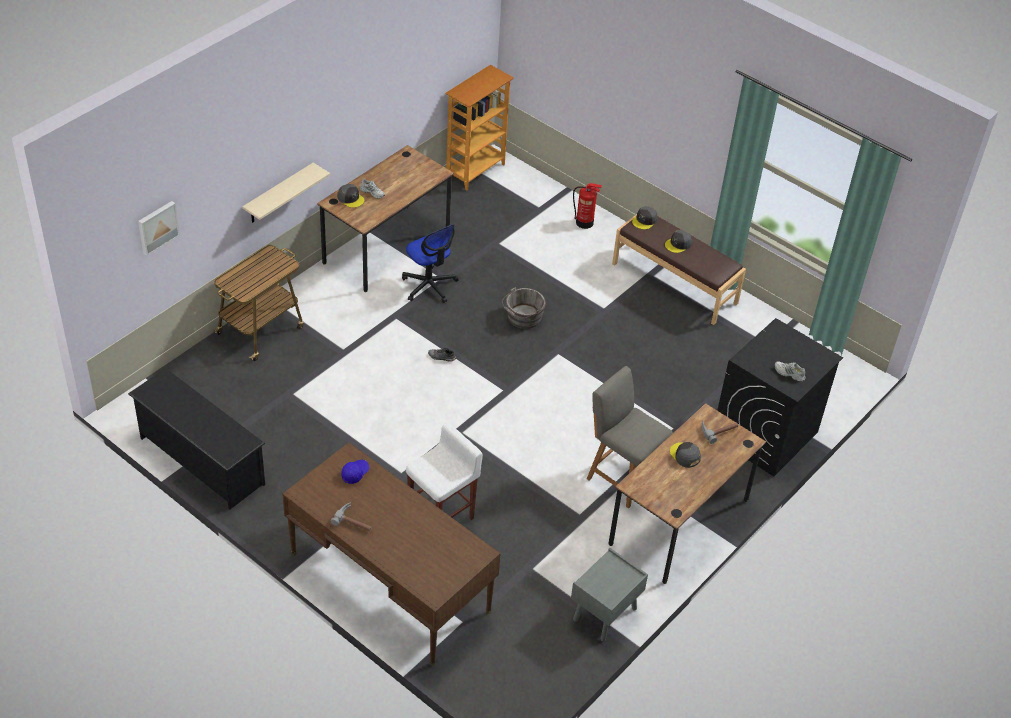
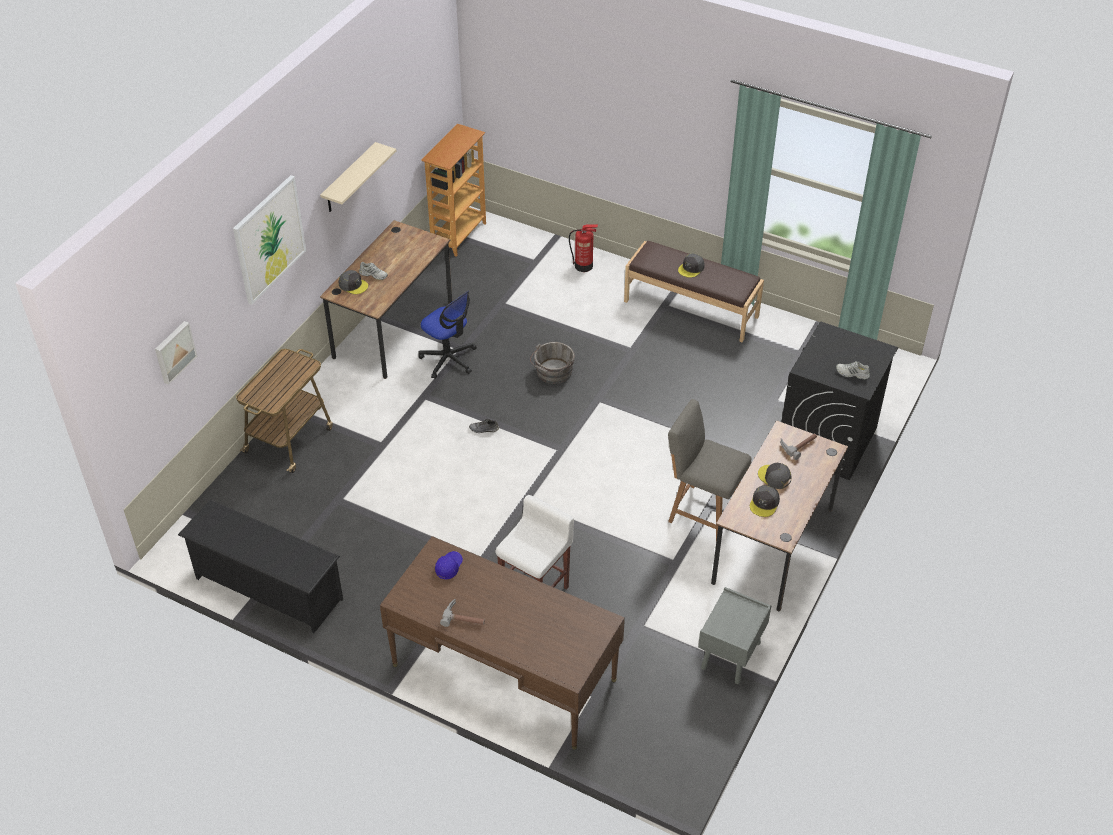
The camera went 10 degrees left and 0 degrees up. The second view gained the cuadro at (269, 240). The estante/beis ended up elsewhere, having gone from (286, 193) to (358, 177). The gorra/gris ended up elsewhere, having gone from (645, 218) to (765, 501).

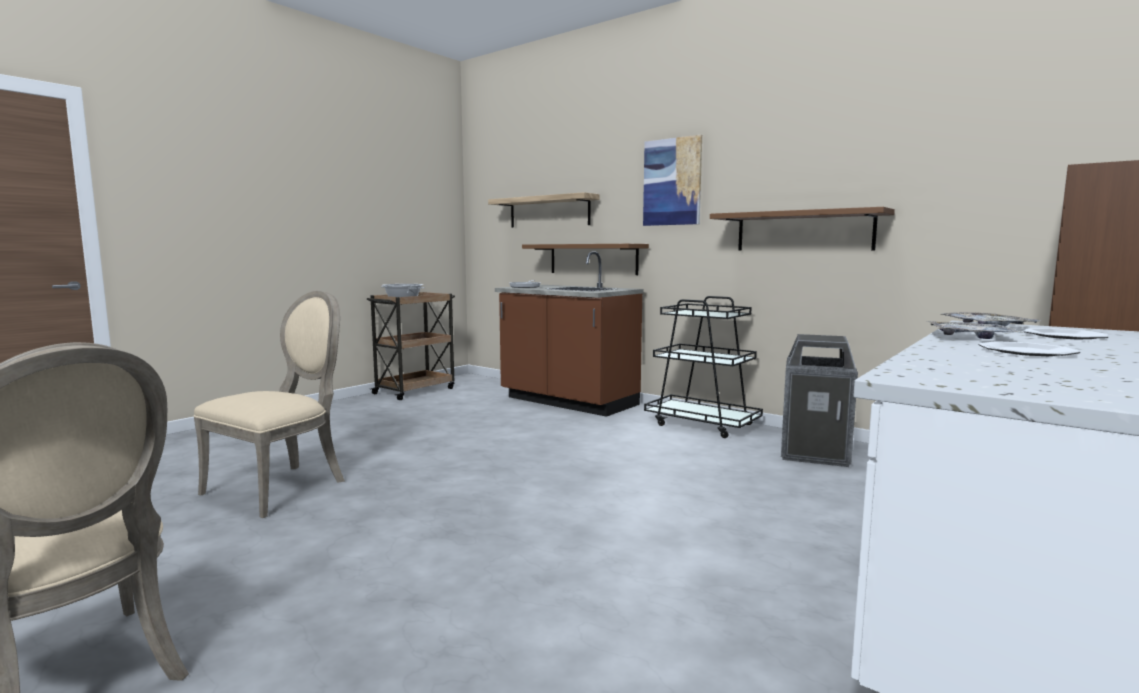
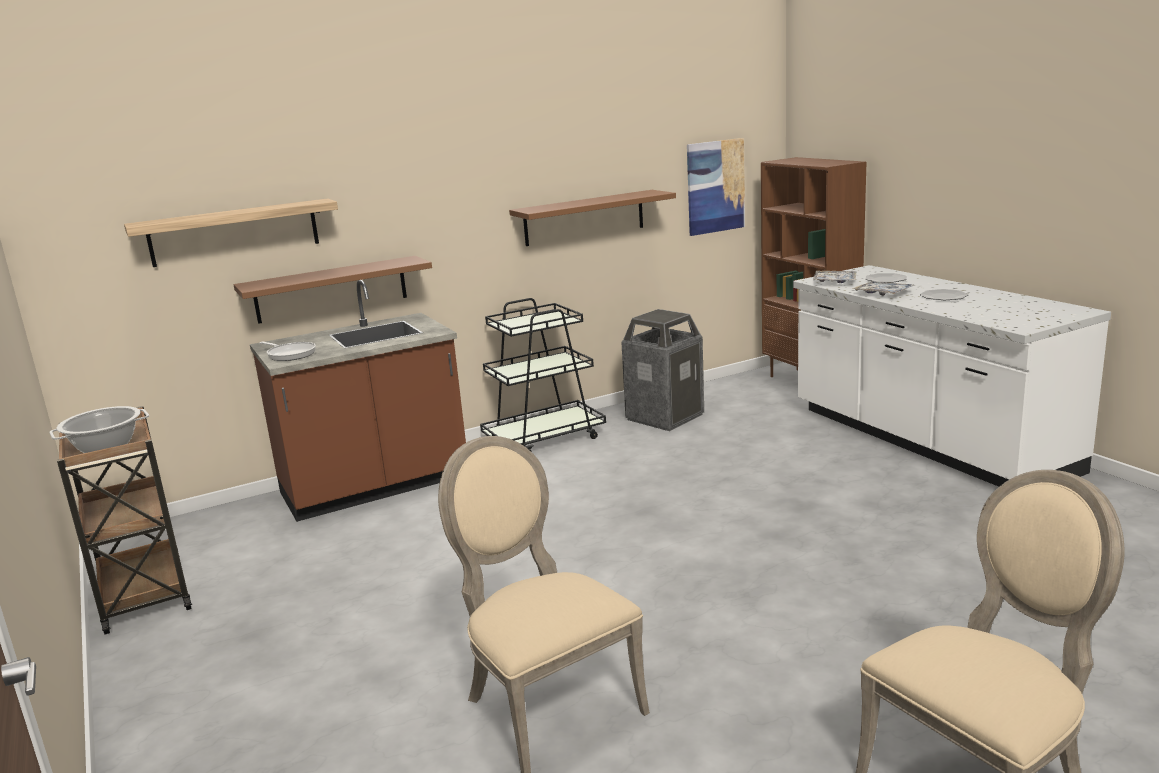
The camera went 65 degrees left and 10 degrees up. The cuadro ended up elsewhere, having gone from (672, 180) to (716, 187).

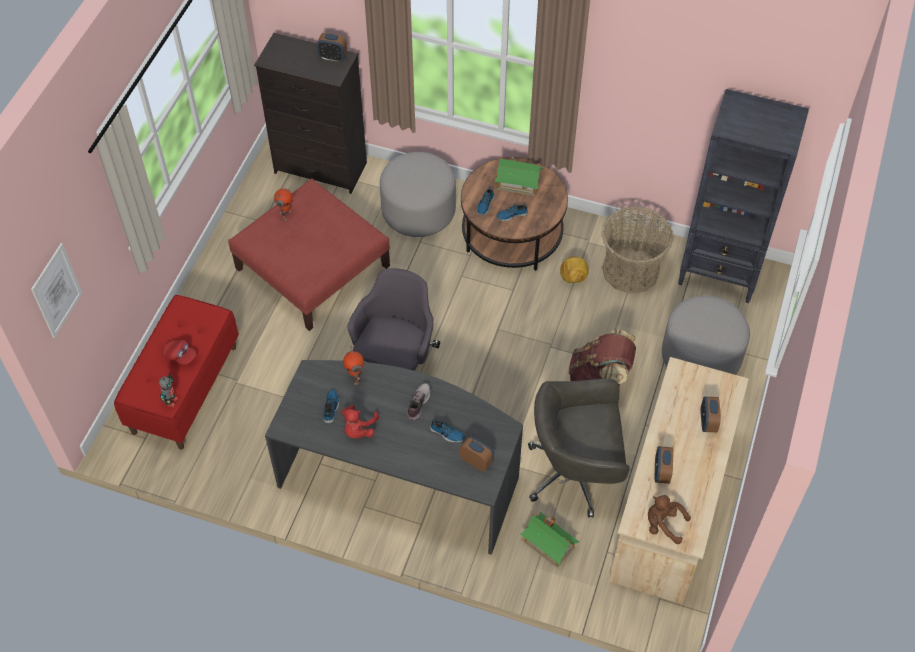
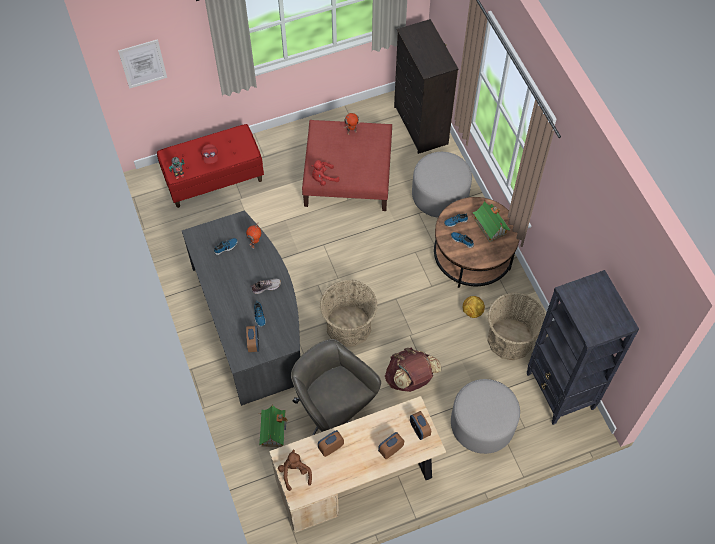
The camera went 50 degrees right and 5 degrees up. The second view lost the silla de oficina/gris at (393, 319). The second view gained the cesta at (348, 313). The despertador ended up elsewhere, having gone from (332, 48) to (420, 425). The peluche/rojo ended up elsewhere, having gone from (360, 422) to (325, 173).

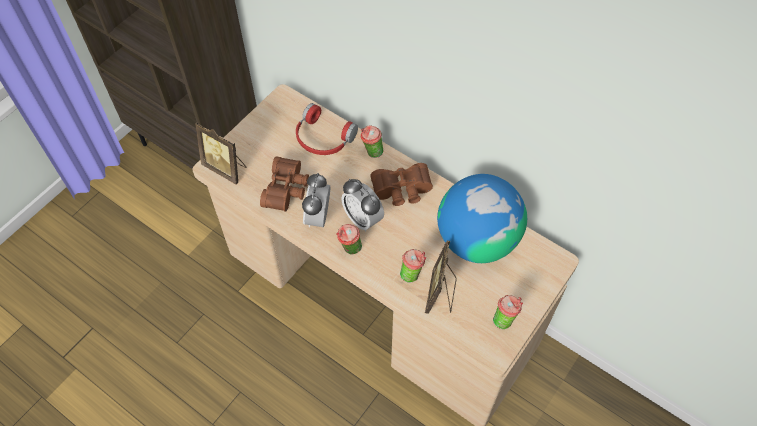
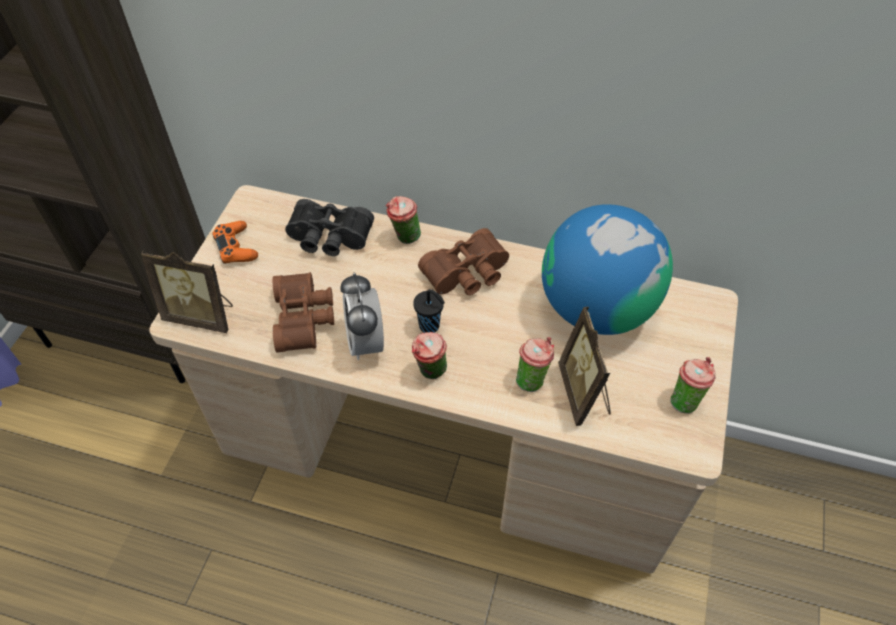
The camera went 20 degrees left and 5 degrees down. The second view gained the mando de consola/naranja at (235, 242). Where the auriculares/rojo stood at (327, 129), the prismáticos/negro came to stand at (329, 227). Where the despertador stood at (362, 205), the taza/negro came to stand at (429, 311).

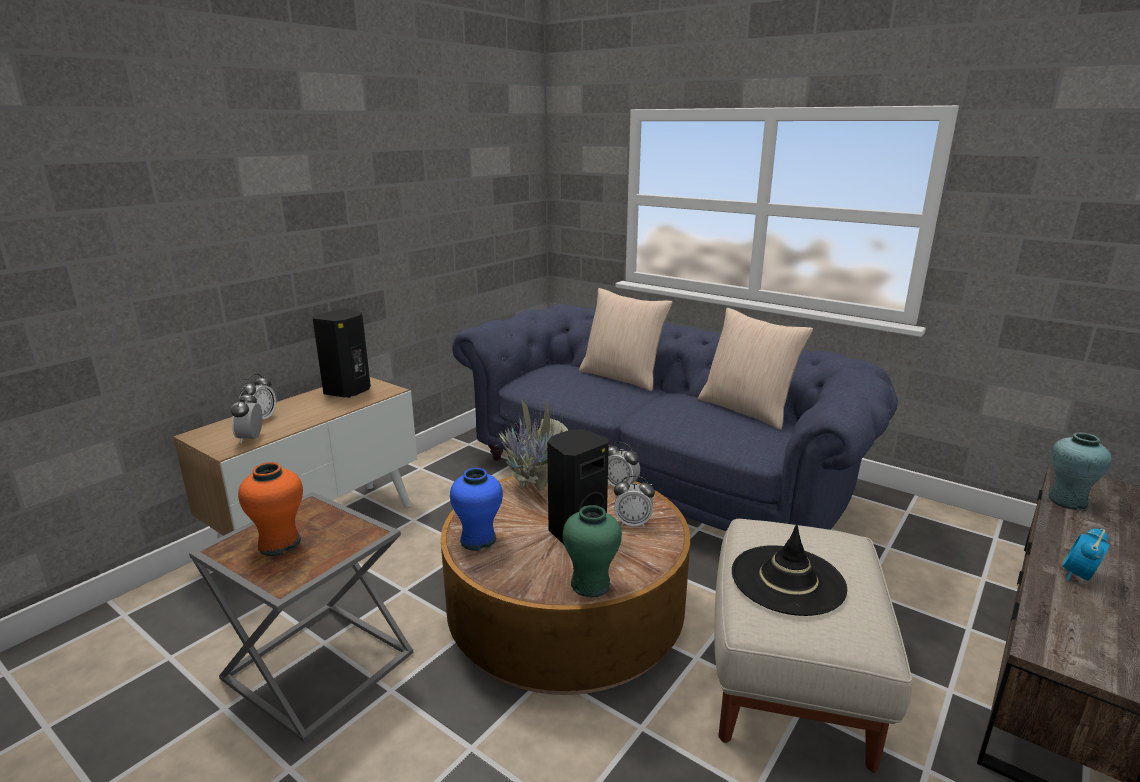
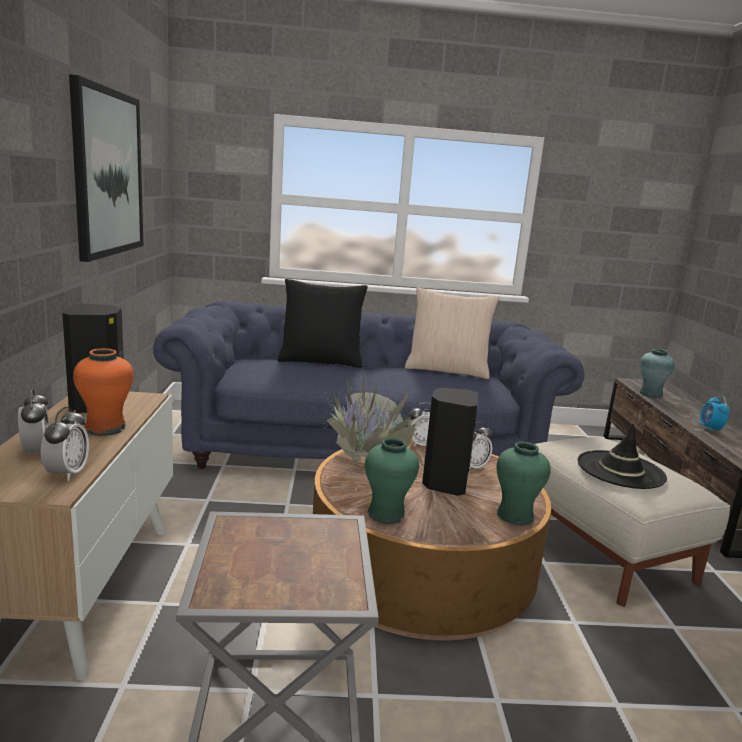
The camera went 40 degrees left and 5 degrees down. The second view gained the cuadro at (106, 168). The florero/naranja ended up elsewhere, having gone from (270, 509) to (103, 392). What was the florero/azul at (476, 509) turned into the florero/verde at (392, 481). What was the cojín/beis at (626, 339) turned into the cojín/negro at (322, 323). The despertador at (247, 417) ended up facing another way, 135 degrees counterclockwise from before.

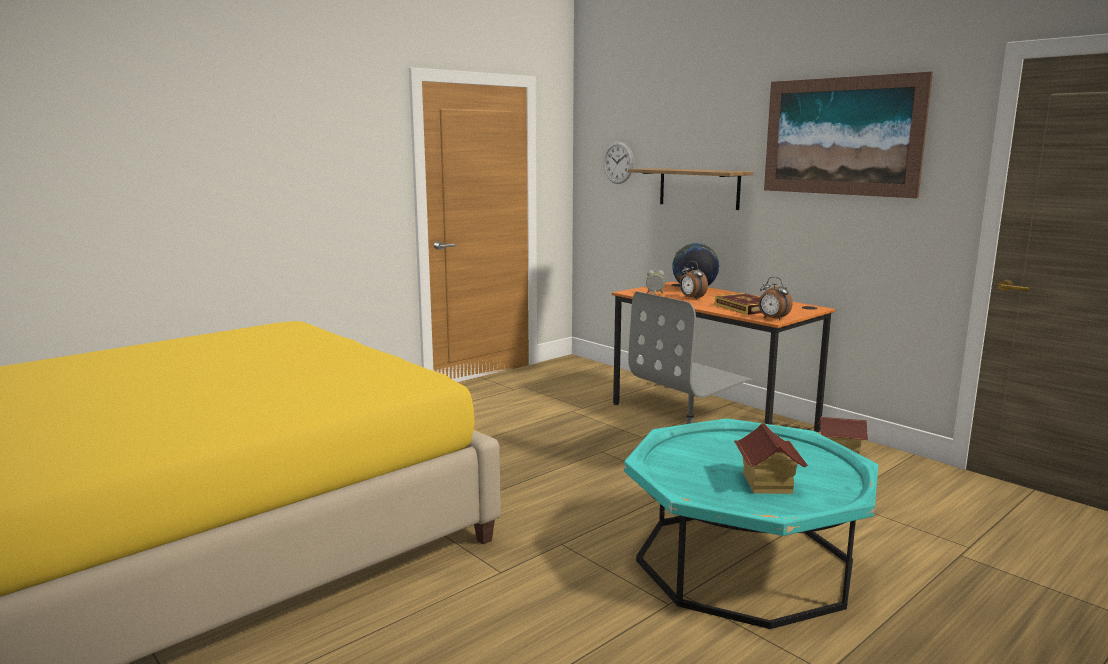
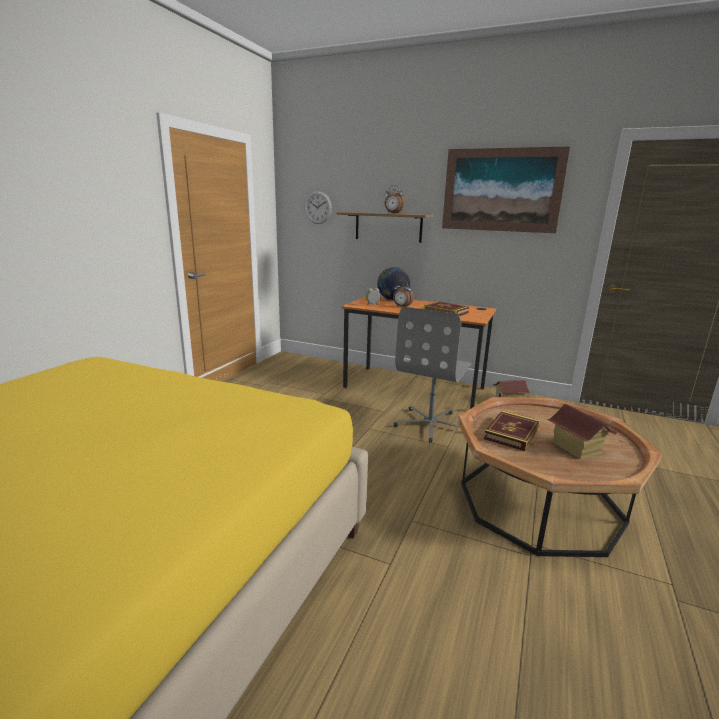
The camera went 25 degrees left and 5 degrees up. The second view gained the libro at (512, 431). The despertador ended up elsewhere, having gone from (776, 298) to (395, 199). What was the mesa de centro/turquesa at (751, 523) turned into the mesa de centro/marrón at (560, 477).

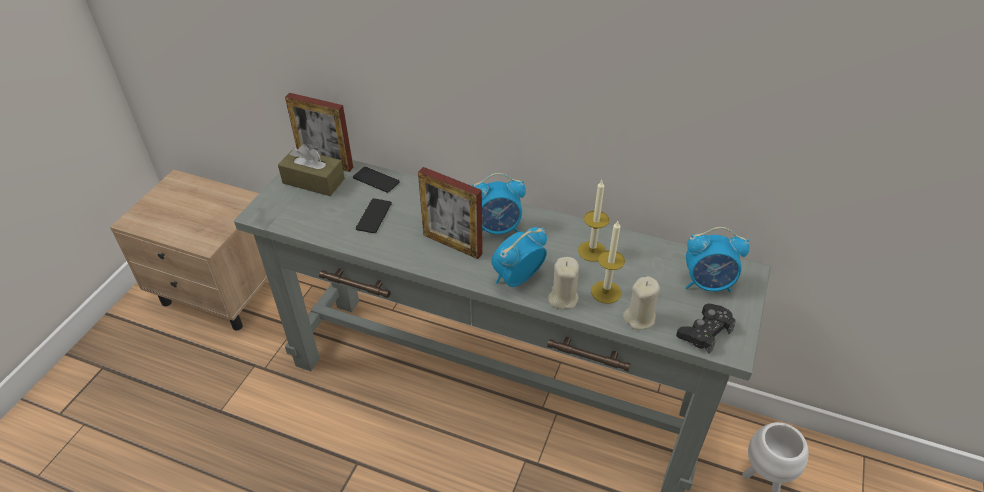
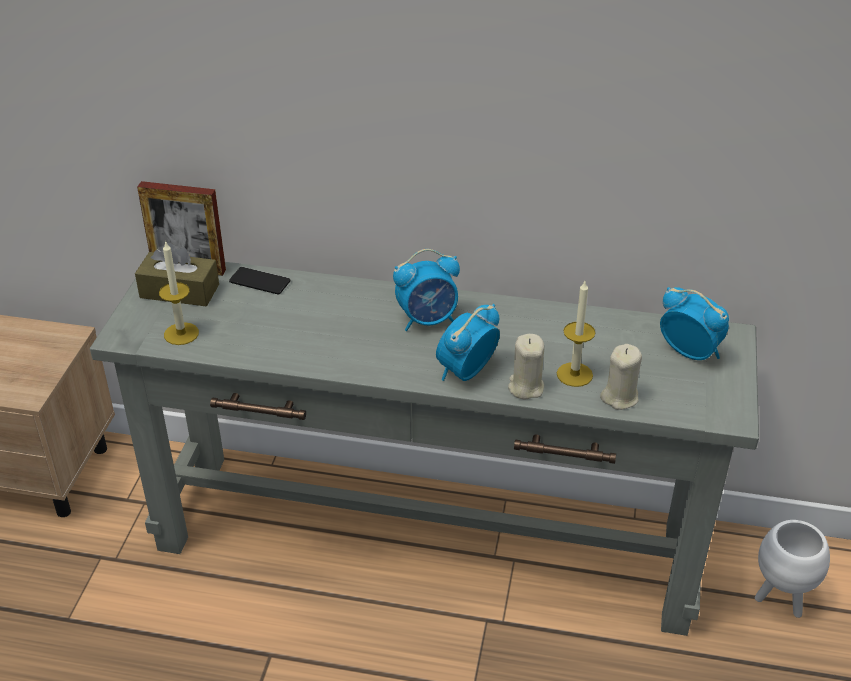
The camera went 10 degrees left and 5 degrees down. The second view lost the móvil at (373, 215). The second view lost the portarretratos at (450, 213). The second view lost the mando de consola/negro at (706, 329). The vela ended up elsewhere, having gone from (593, 221) to (179, 293). The despertador at (717, 259) ended up facing another way, 135 degrees counterclockwise from before.

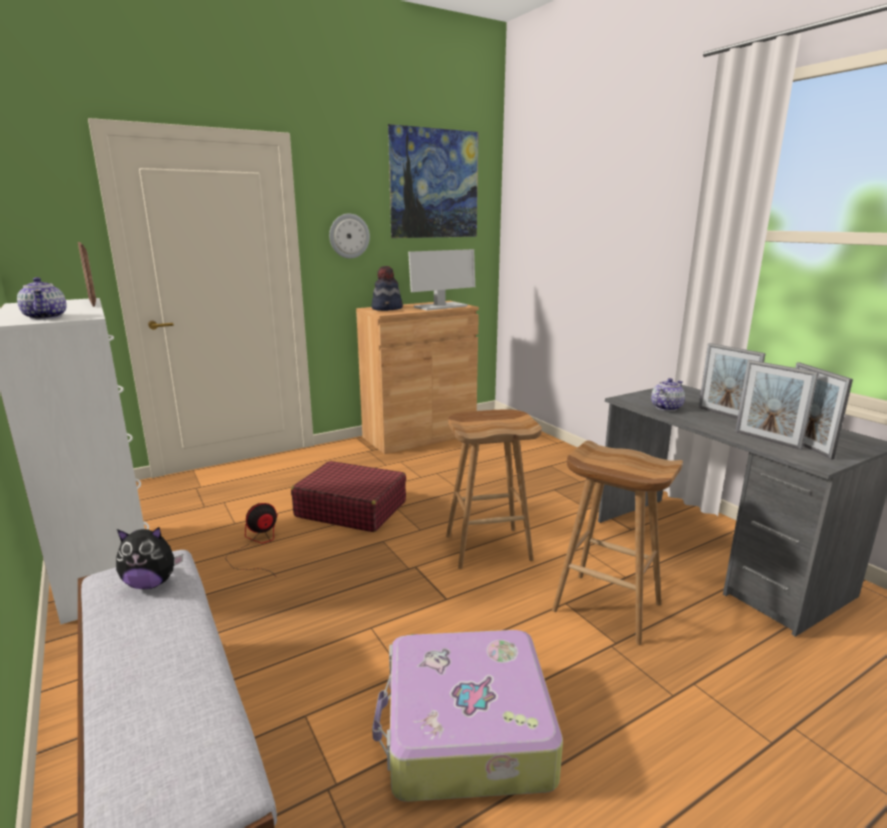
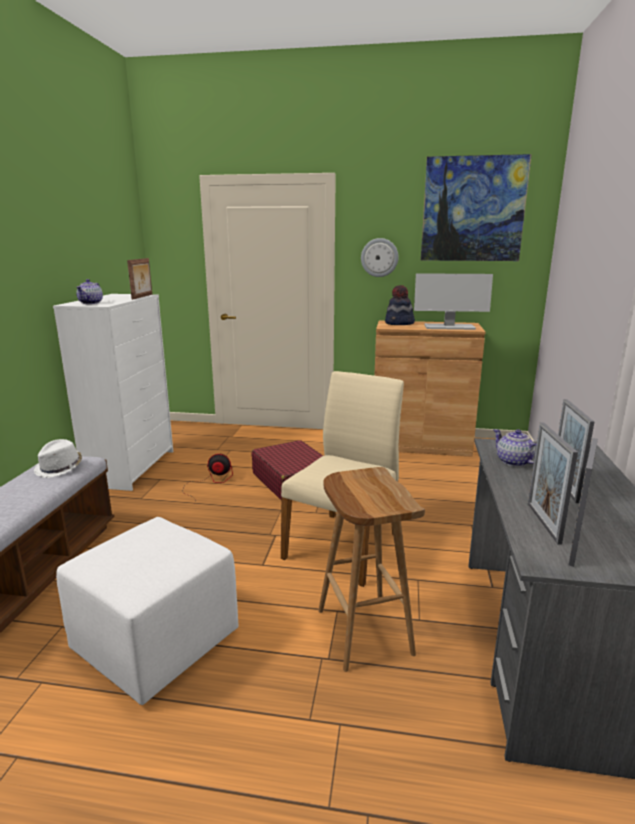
The camera went 40 degrees right and 0 degrees up. Where the peluche stood at (149, 558), the sombrero/blanco came to stand at (58, 458). Where the maleta stood at (467, 716), the puf/blanco came to stand at (147, 611). Where the taburete/marrón stood at (494, 489), the silla/beis came to stand at (342, 479). The tetera at (668, 394) ended up facing another way, 120 degrees counterclockwise from before.

